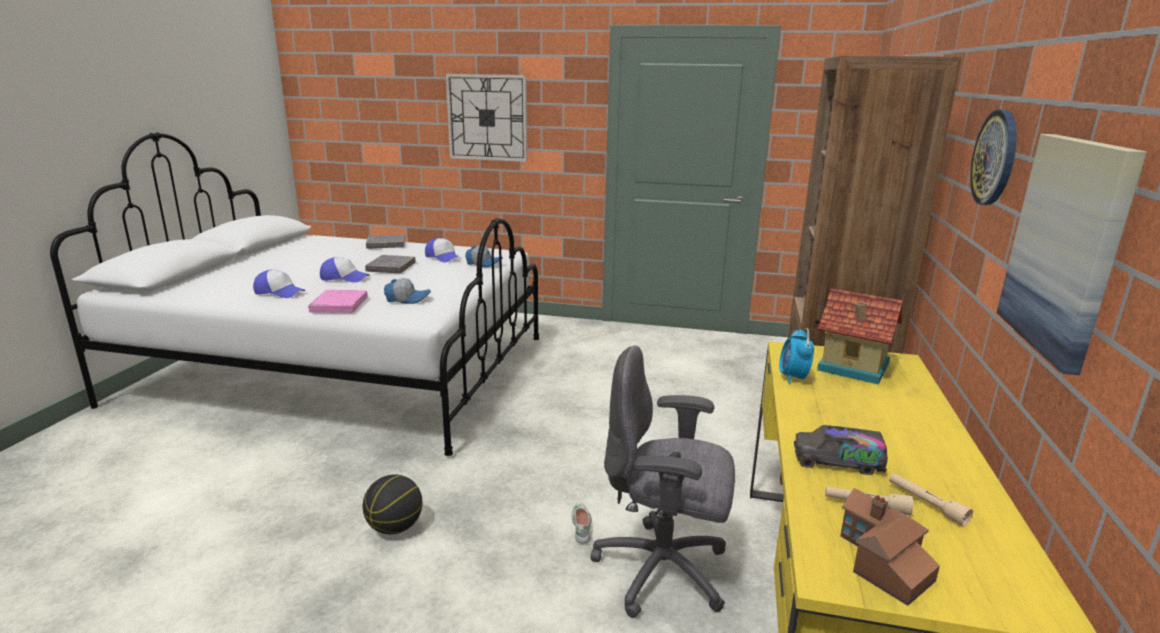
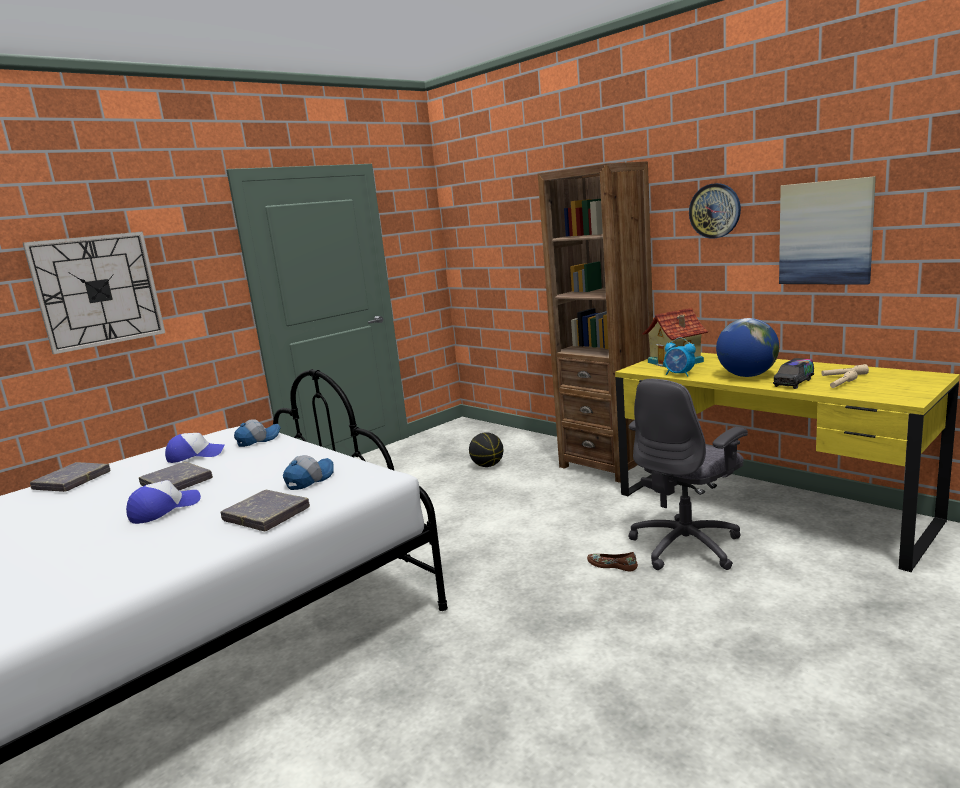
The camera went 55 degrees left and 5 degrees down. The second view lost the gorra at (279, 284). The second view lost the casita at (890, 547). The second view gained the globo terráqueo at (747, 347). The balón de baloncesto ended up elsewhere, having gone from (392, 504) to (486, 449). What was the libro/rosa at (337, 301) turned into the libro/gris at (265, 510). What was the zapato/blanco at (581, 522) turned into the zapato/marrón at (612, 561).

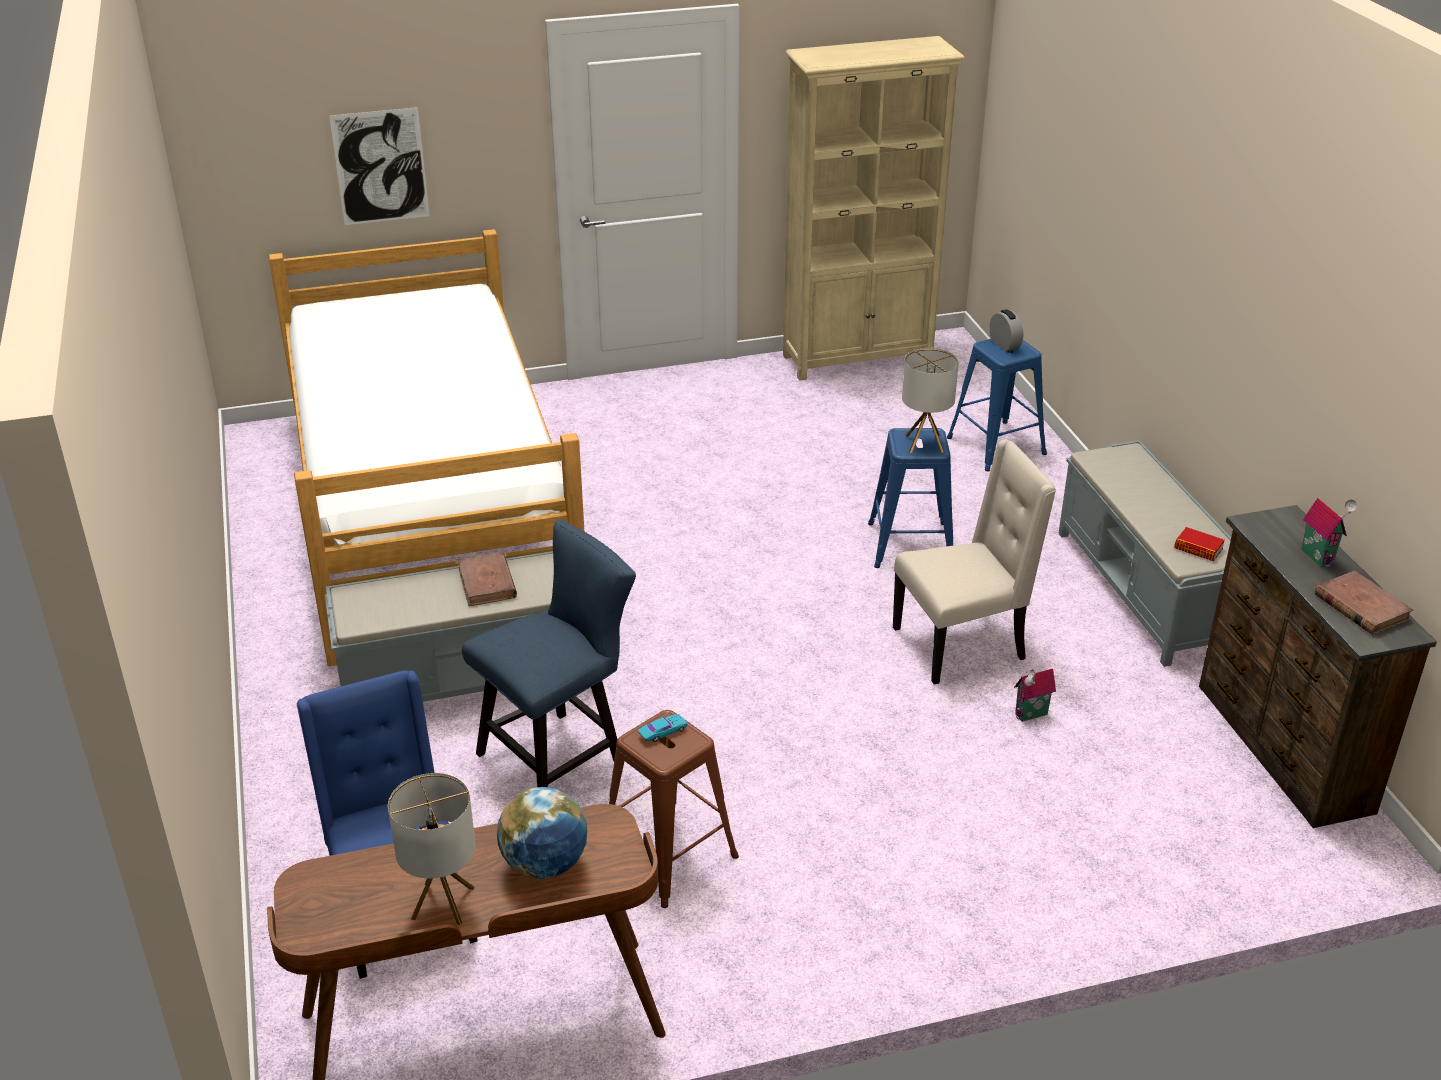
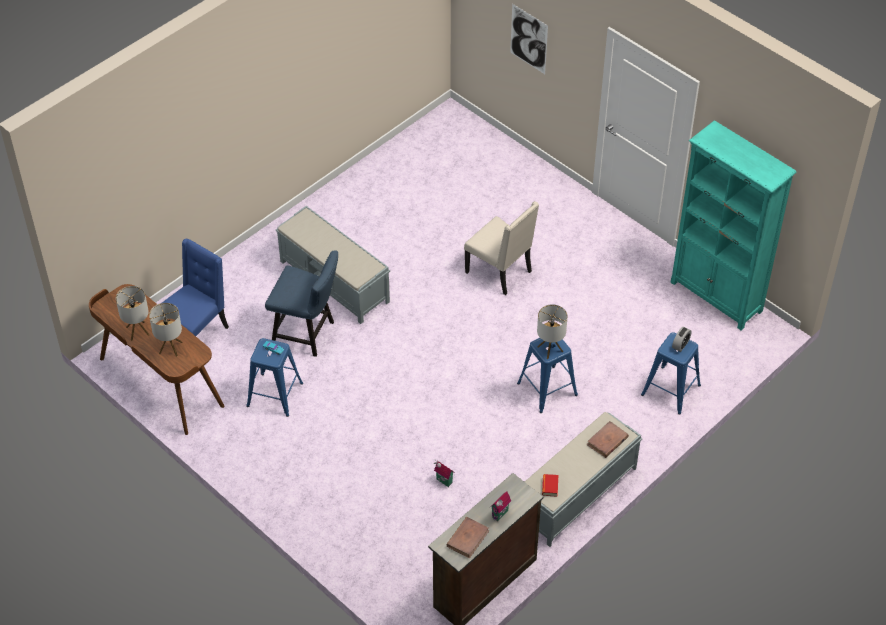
The camera went 60 degrees right and 15 degrees up. The second view lost the cama at (426, 447). The libro/marrón ended up elsewhere, having gone from (487, 579) to (607, 439). The silla/beis ended up elsewhere, having gone from (974, 561) to (501, 248). Where the globo terráqueo stood at (542, 833), the lámpara de mesa came to stand at (165, 330). What was the taburete/marrón at (674, 809) turned into the taburete/azul at (274, 377). What was the estantería/beis at (874, 208) turned into the estantería/turquesa at (733, 225).

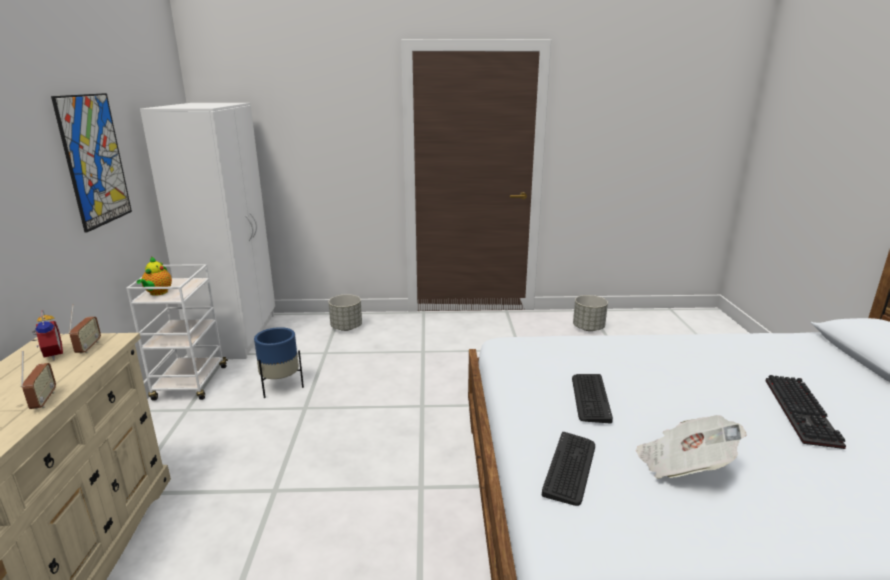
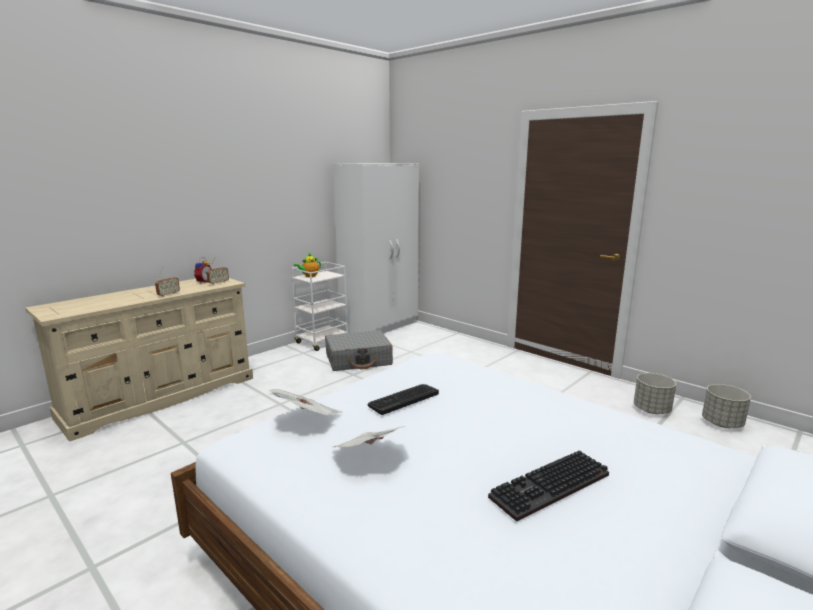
The camera went 45 degrees right and 5 degrees down. The second view lost the cuadro at (91, 163). The maceta/gris ended up elsewhere, having gone from (345, 312) to (726, 406). Where the maceta/azul stood at (279, 362), the maleta/gris came to stand at (359, 350). Where the teclado stood at (568, 469), the periódico came to stand at (306, 402).

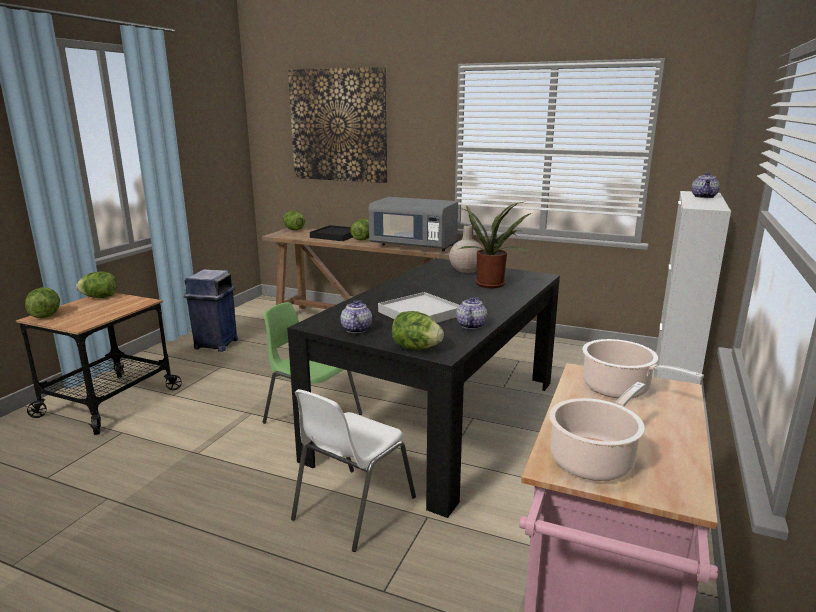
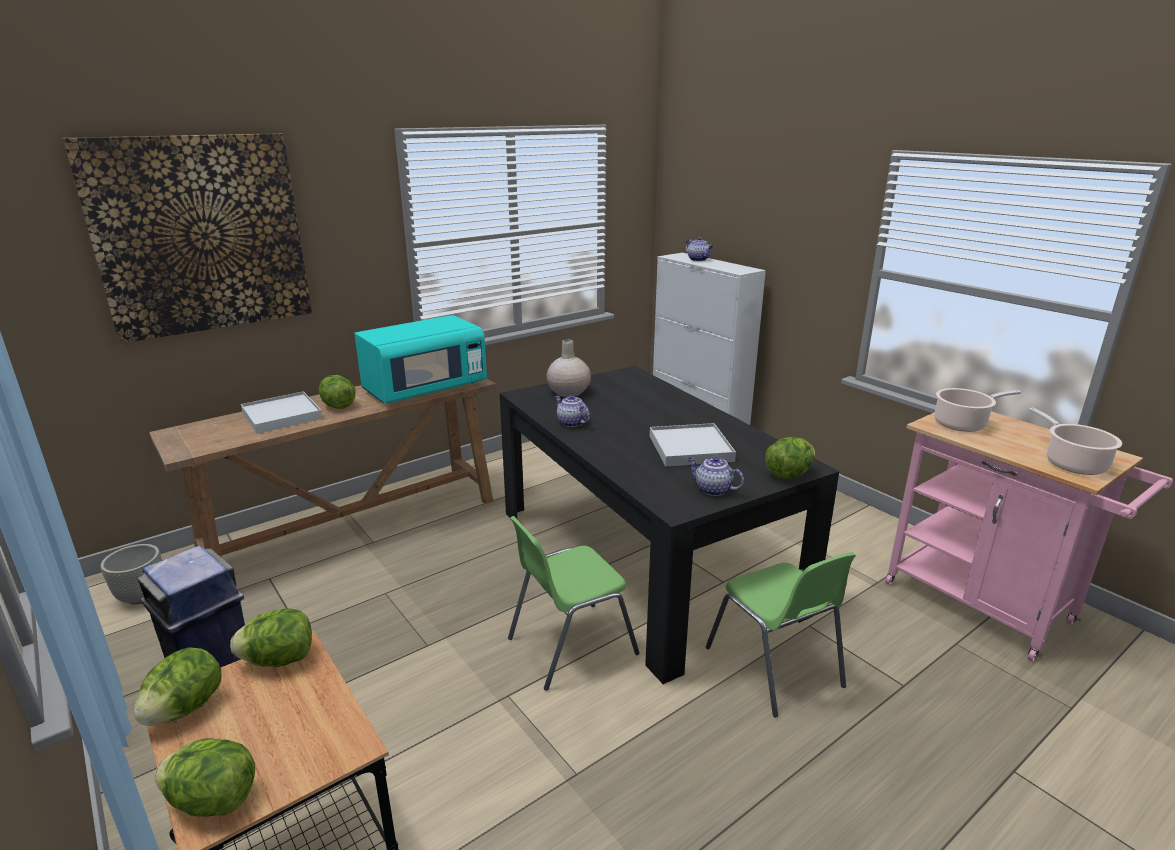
The camera went 60 degrees left and 5 degrees up. The second view lost the planta en maceta at (495, 244). The second view gained the maceta/gris at (131, 574). The lechuga ended up elsewhere, having gone from (294, 220) to (271, 638). The tetera ended up elsewhere, having gone from (471, 313) to (572, 411). What was the silla/blanco at (353, 470) turned into the silla/verde at (781, 634). What was the bandeja/negro at (331, 233) turned into the bandeja/blanco at (282, 412). What was the microondas/gris at (413, 224) turned into the microondas/turquesa at (420, 359).

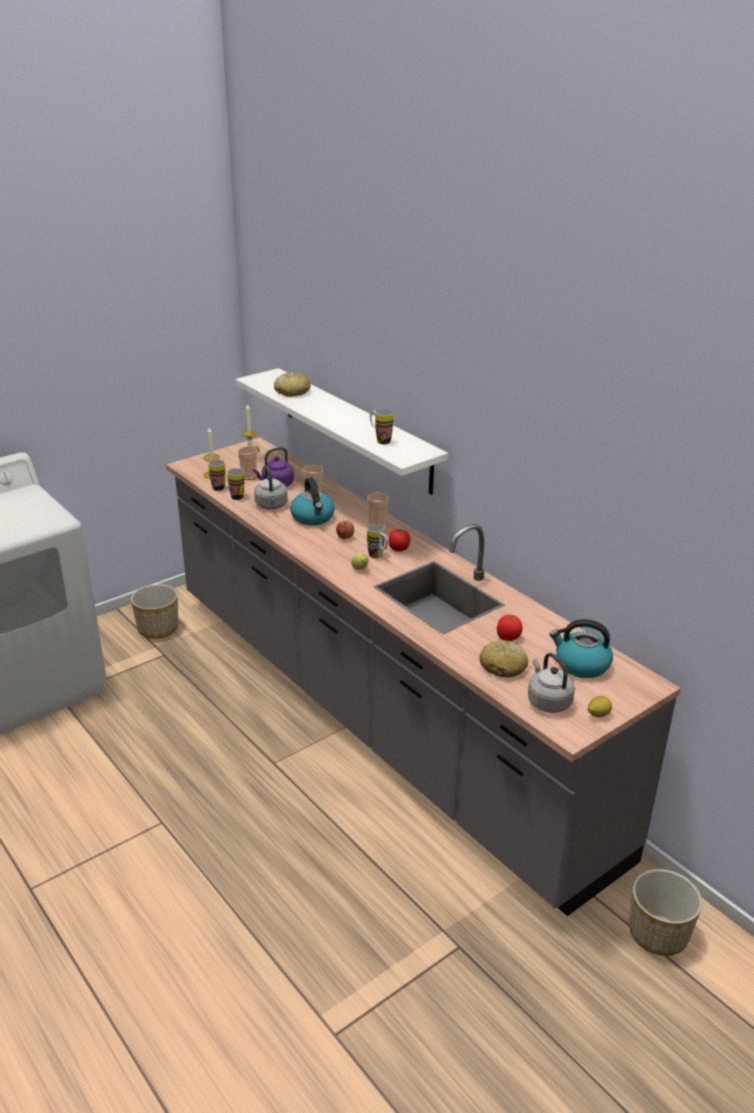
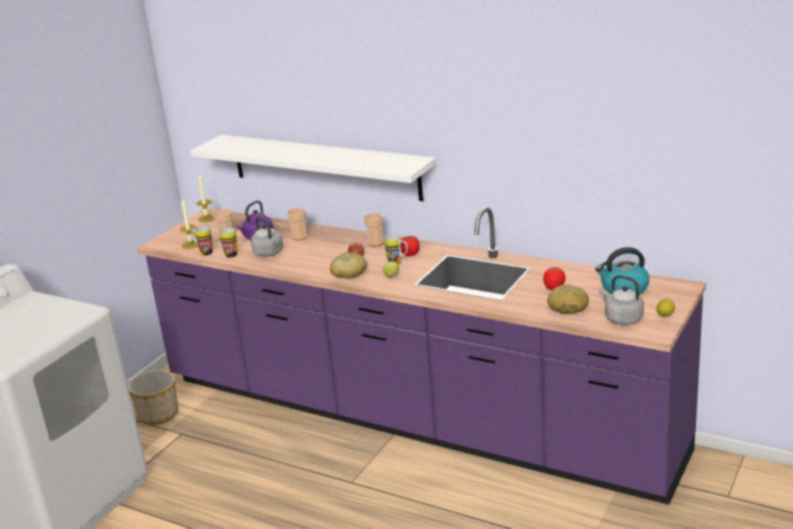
The camera went 20 degrees left and 5 degrees down. The second view lost the hervidor at (312, 501). The second view lost the taza grande at (381, 426). The second view lost the maceta at (665, 912). The pan ended up elsewhere, having gone from (292, 384) to (348, 265). What was the mueble bajo de cocina/gris at (423, 676) turned into the mueble bajo de cocina/morado at (421, 356).

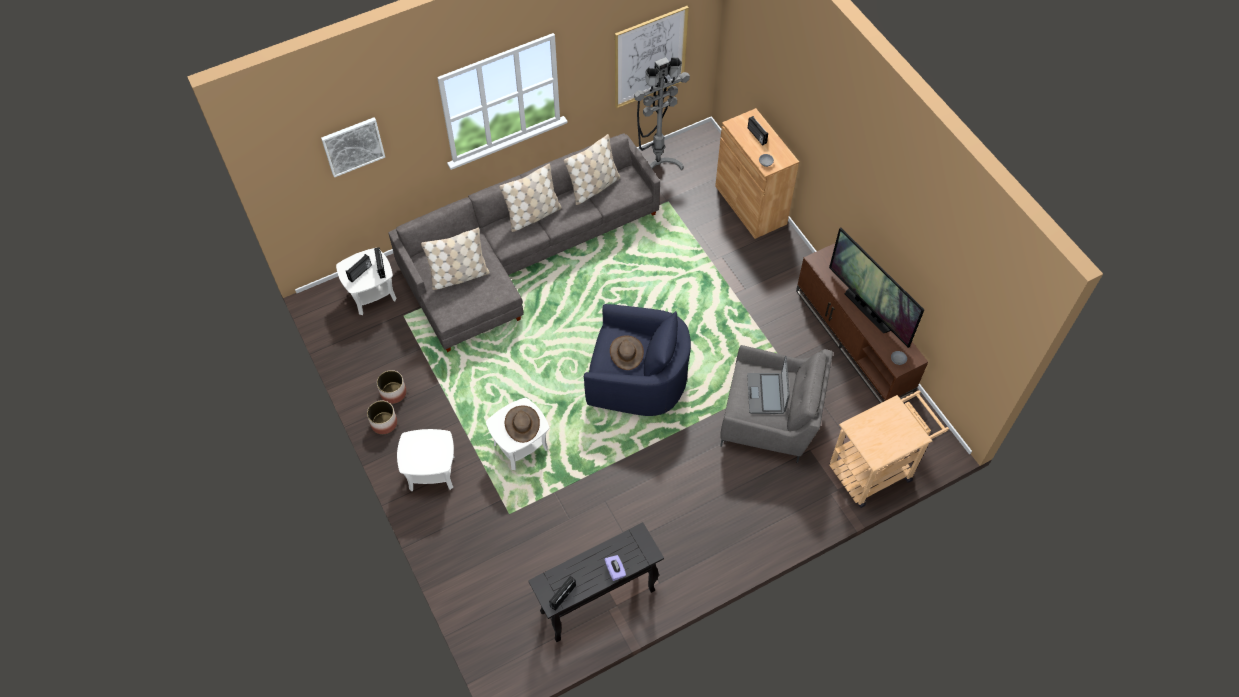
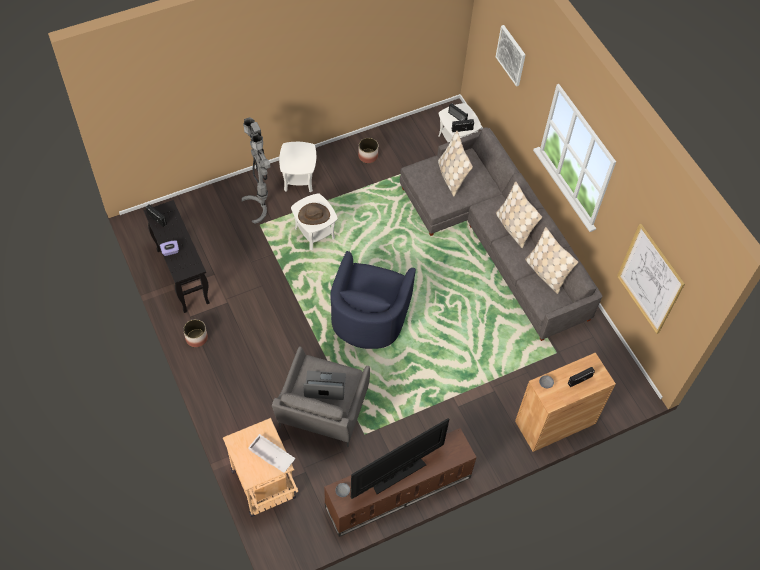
The camera went 90 degrees right and 0 degrees up. The second view lost the sombrero/marrón at (627, 352). The second view gained the bandeja/blanco at (272, 453). The maceta ended up elsewhere, having gone from (382, 417) to (195, 333). The lámpara de pie/gris ended up elsewhere, having gone from (662, 114) to (256, 170).

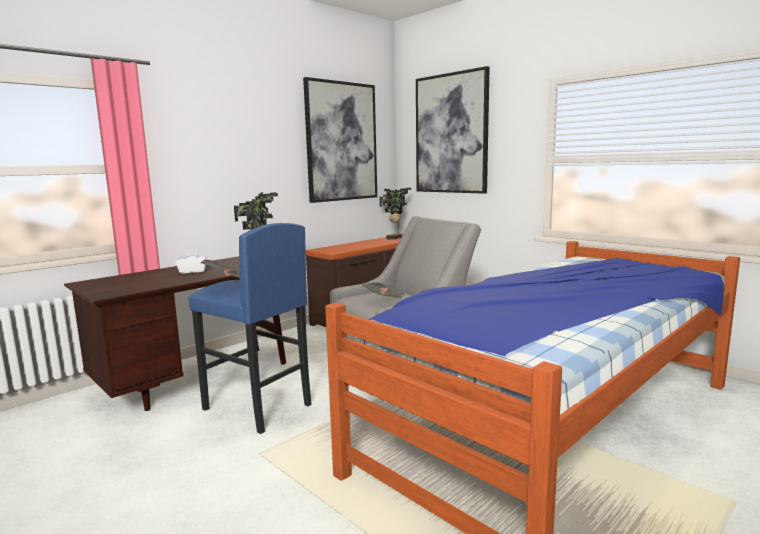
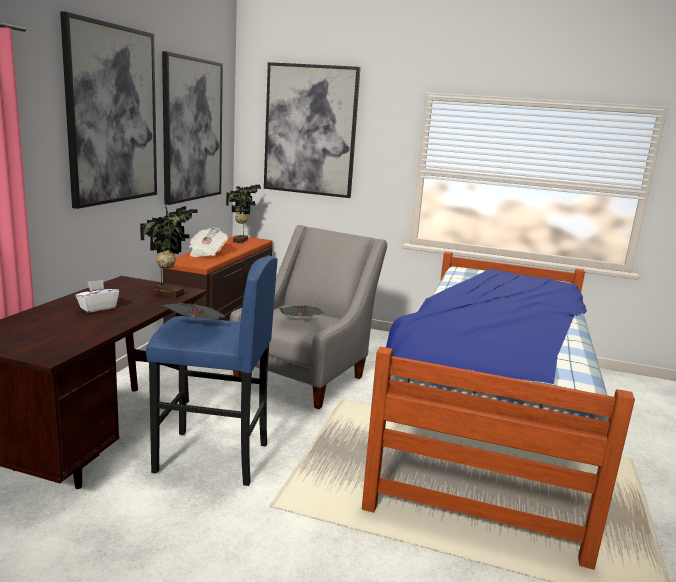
The camera went 30 degrees left and 5 degrees up. The second view gained the cuadro at (108, 110). The second view gained the periódico at (208, 242).

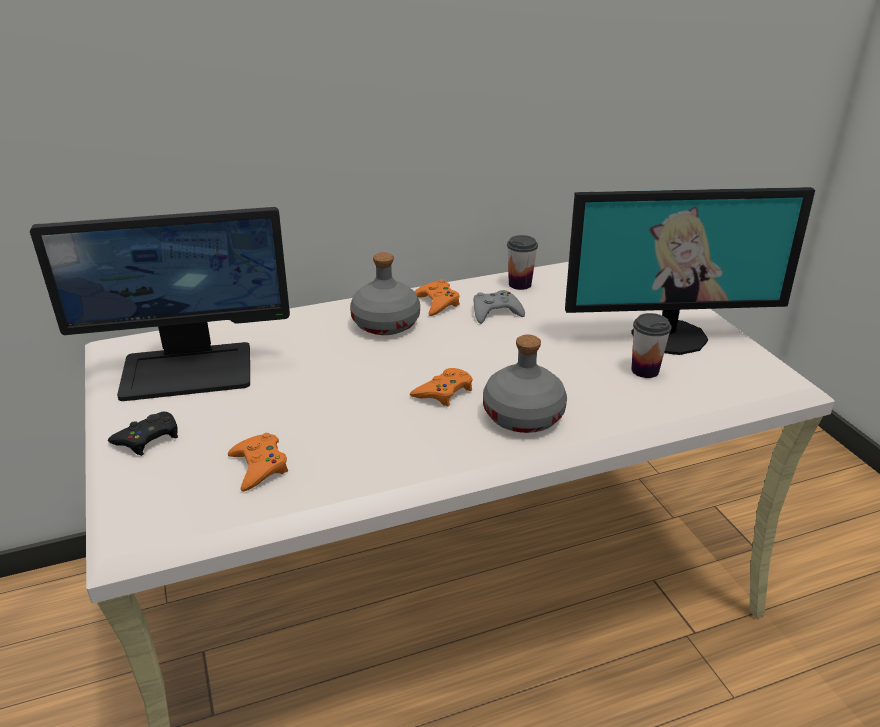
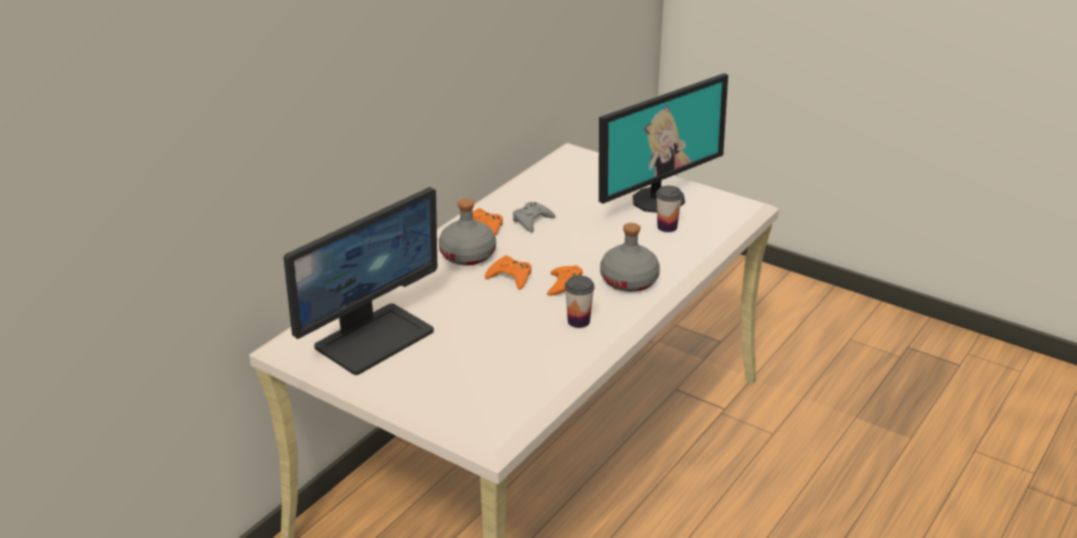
The camera went 35 degrees left and 0 degrees up. The second view lost the mando de consola/negro at (143, 434). The mando de consola/naranja ended up elsewhere, having gone from (258, 462) to (508, 272). The taza ended up elsewhere, having gone from (522, 262) to (580, 301).

